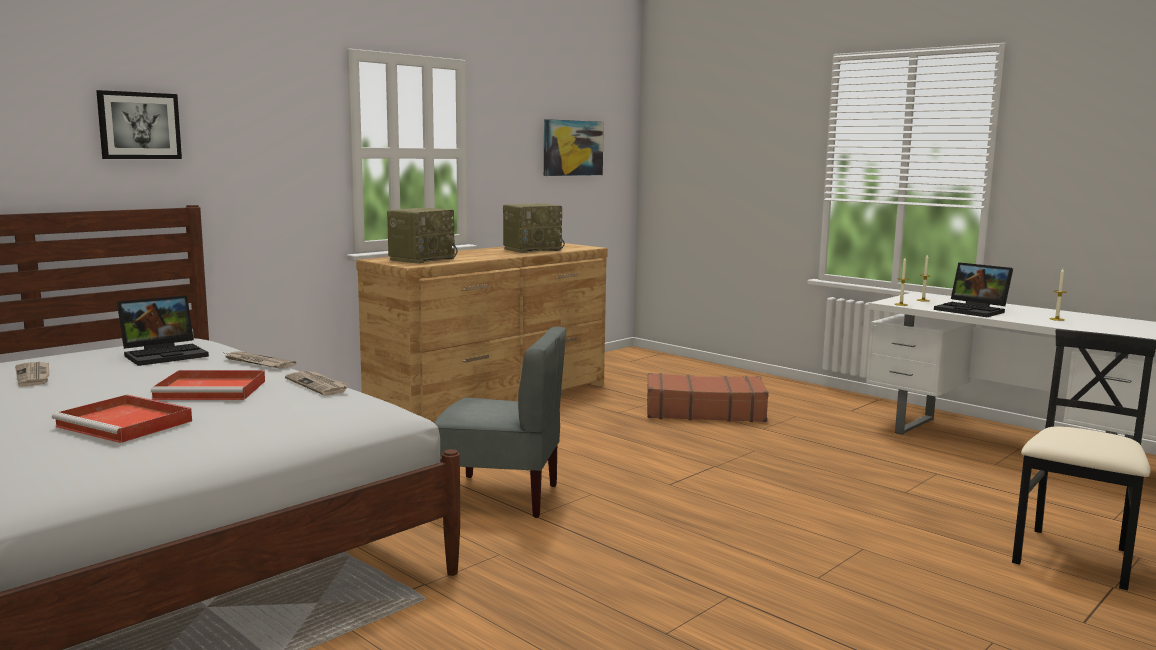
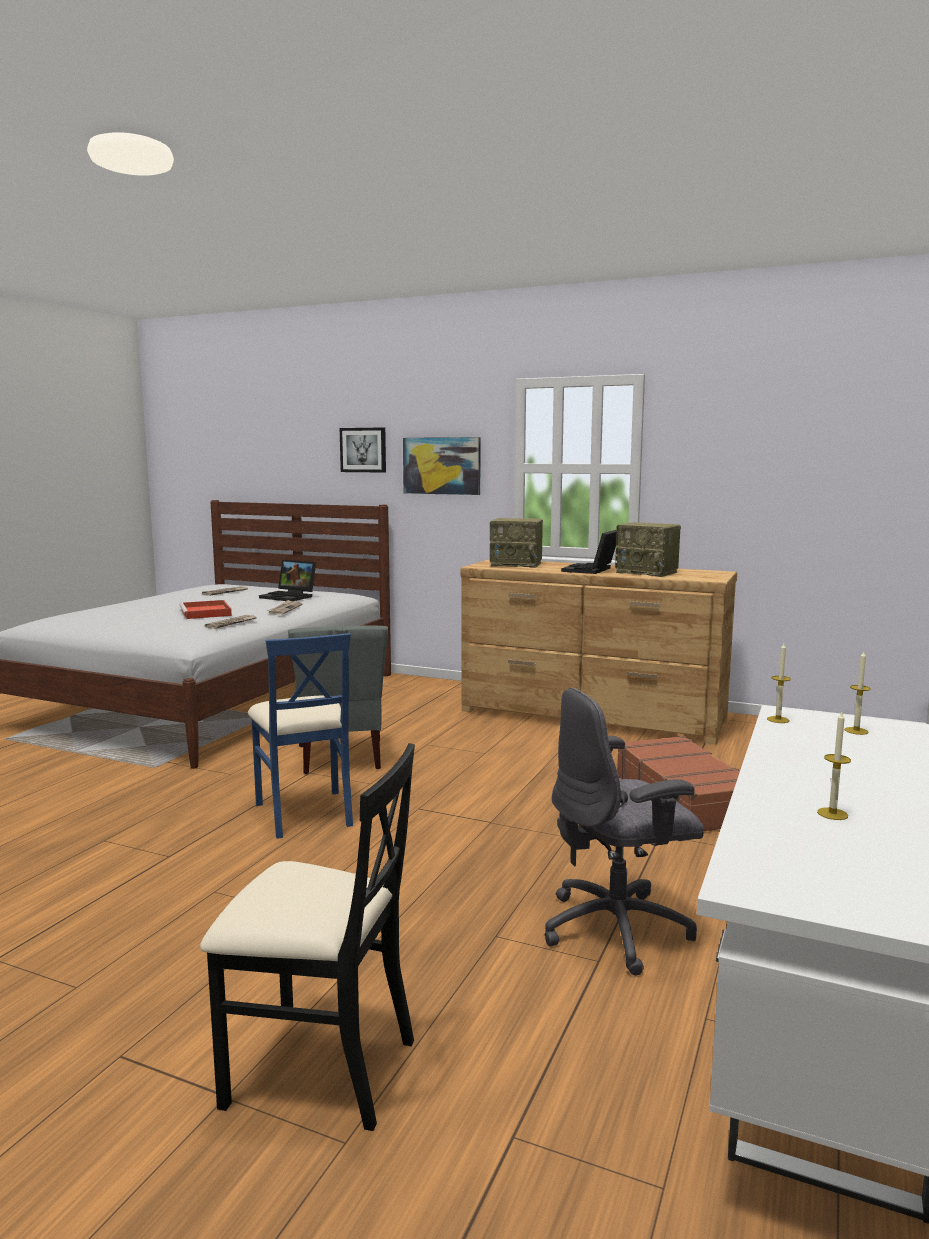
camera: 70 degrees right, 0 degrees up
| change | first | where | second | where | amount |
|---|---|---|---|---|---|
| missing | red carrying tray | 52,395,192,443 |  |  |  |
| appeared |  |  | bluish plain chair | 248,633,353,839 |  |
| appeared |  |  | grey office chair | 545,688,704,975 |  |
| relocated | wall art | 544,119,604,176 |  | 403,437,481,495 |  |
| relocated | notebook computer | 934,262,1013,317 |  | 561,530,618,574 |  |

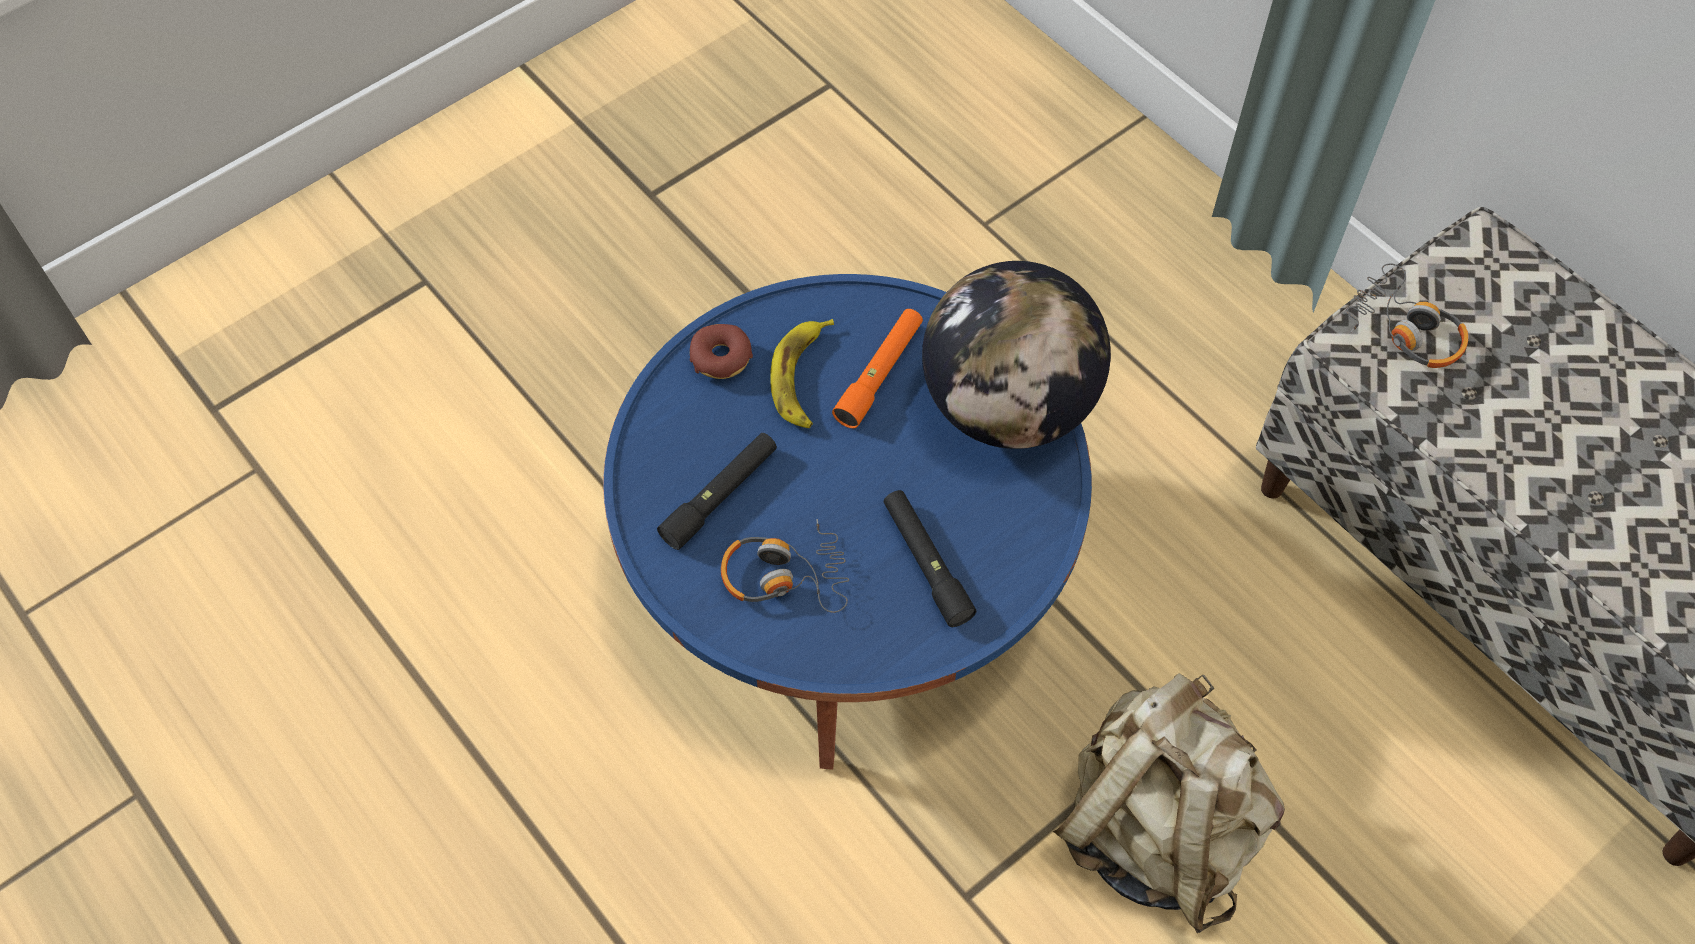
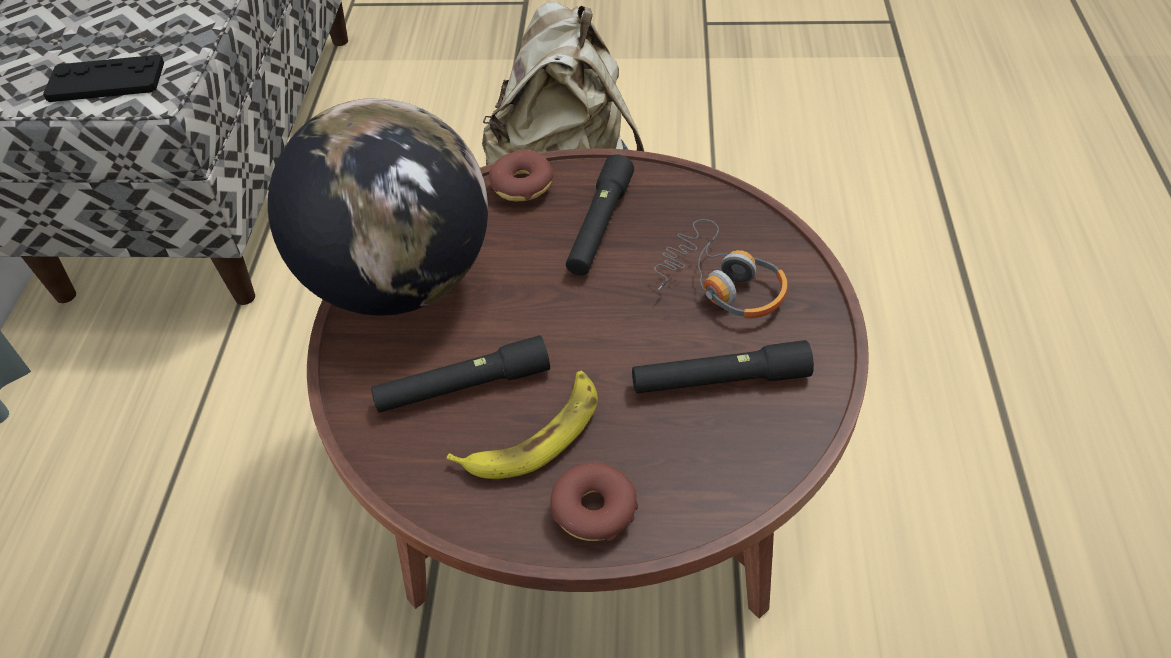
camera: 135 degrees left, 10 degrees down
| change | first | where | second | where | amount |
|---|---|---|---|---|---|
| appeared |  |  | donut | 489,150,554,201 |  |
| exchanged | pair of headphones | 1346,264,1468,368 | black-coloured joypad | 43,55,164,102 |  |
| colour | bluish coffee table | 603,274,1092,770 | brown coffee table | 307,148,869,619 |  |
| colour | orangey torch | 832,309,923,428 | black-coloured torch | 371,335,550,413 |  |

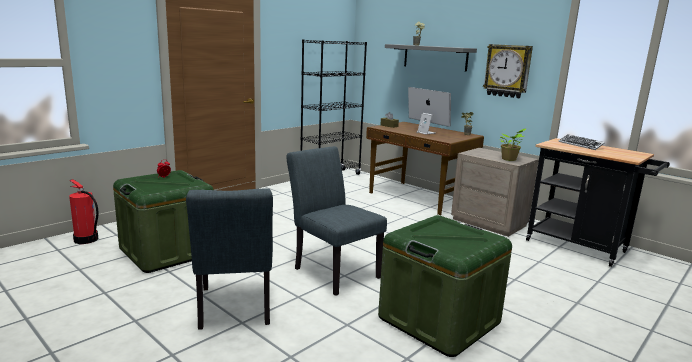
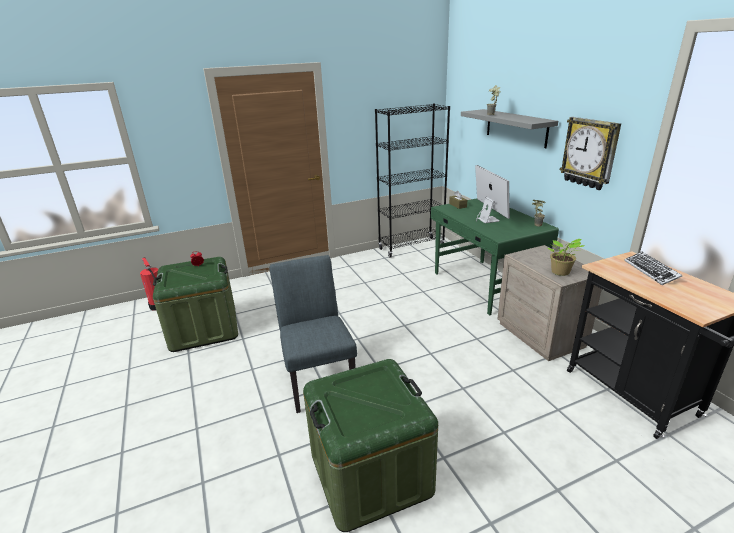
camera: 25 degrees right, 10 degrees up
| change | first | where | second | where | amount |
|---|---|---|---|---|---|
| missing | grey plain chair | 186,189,273,329 |  |  |  |
| colour | brown desk table | 366,122,484,215 | green-coloured desk table | 431,198,559,315 |  |

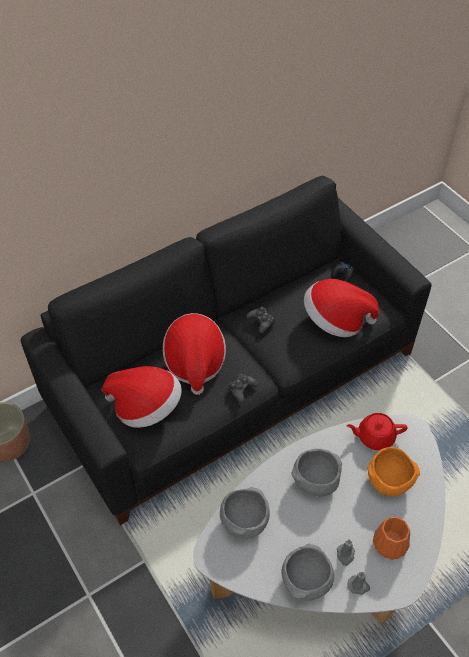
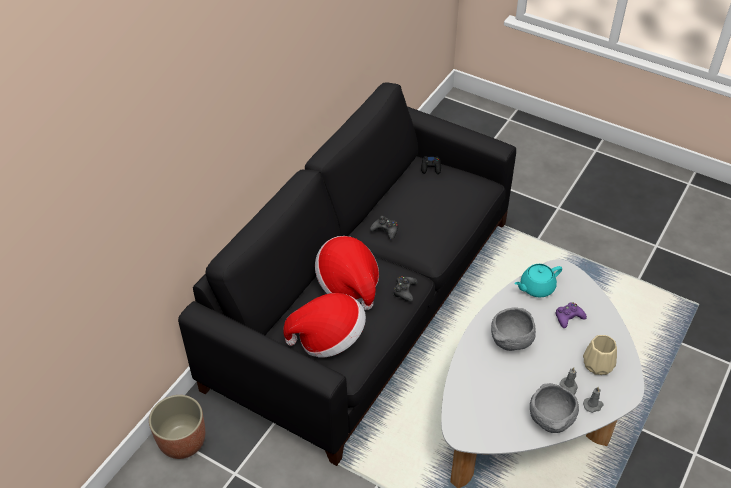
camera: 25 degrees left, 5 degrees down
| change | first | where | second | where | amount |
|---|---|---|---|---|---|
| missing | grey bowl | 220,487,270,539 |  |  |  |
| missing | hat | 304,279,379,337 |  |  |  |
| exchanged | orangey bowl | 368,447,420,496 | purple-coloured joypad | 556,302,587,328 |  |
| colour | red pot for tea | 346,413,408,450 | blue-green pot for tea | 514,264,562,298 |  |
| colour | orangey flower vase | 373,517,410,560 | sand-coloured flower vase | 583,335,617,375 |  |

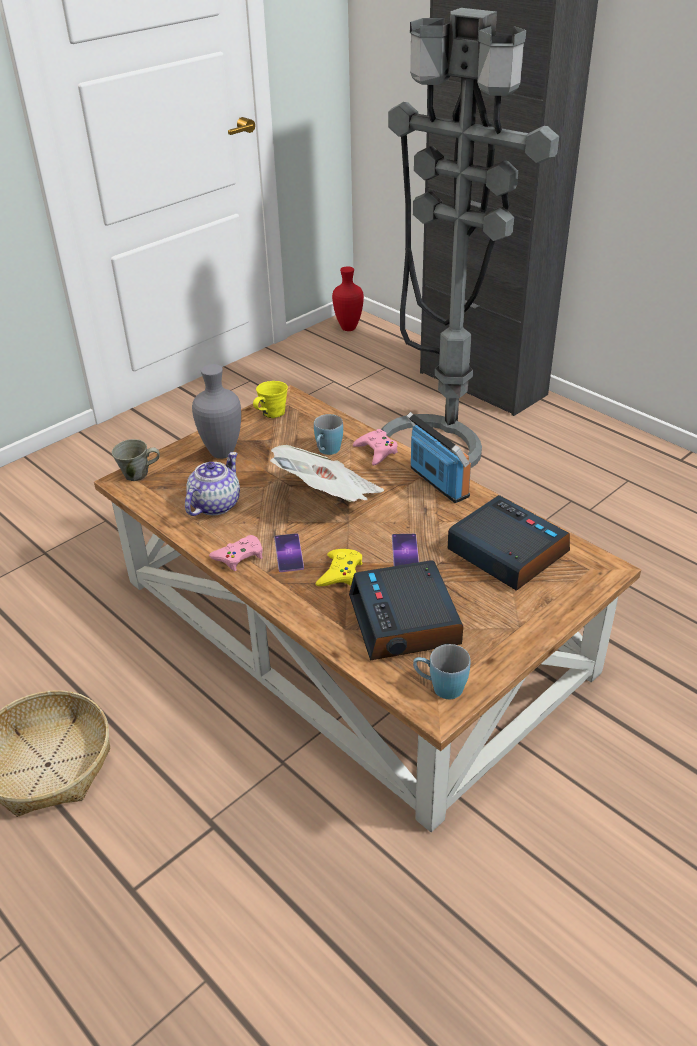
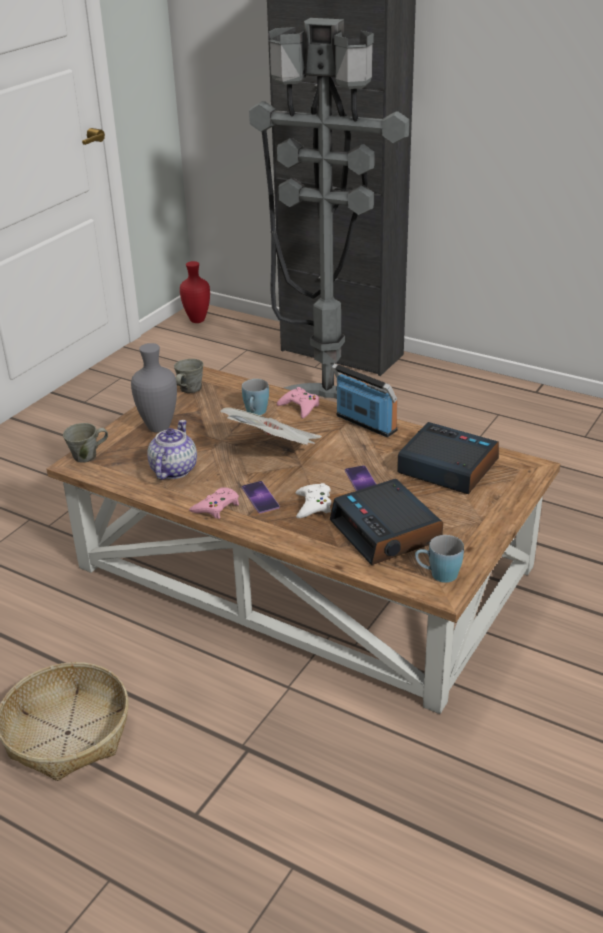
camera: 15 degrees left, 5 degrees down
| change | first | where | second | where | amount |
|---|---|---|---|---|---|
| colour | yellowish coffee mug | 253,381,288,418 | grey coffee mug | 174,359,203,393 |  |
| colour | yellowish joypad | 316,549,362,586 | white-coloured joypad | 296,483,331,518 |  |

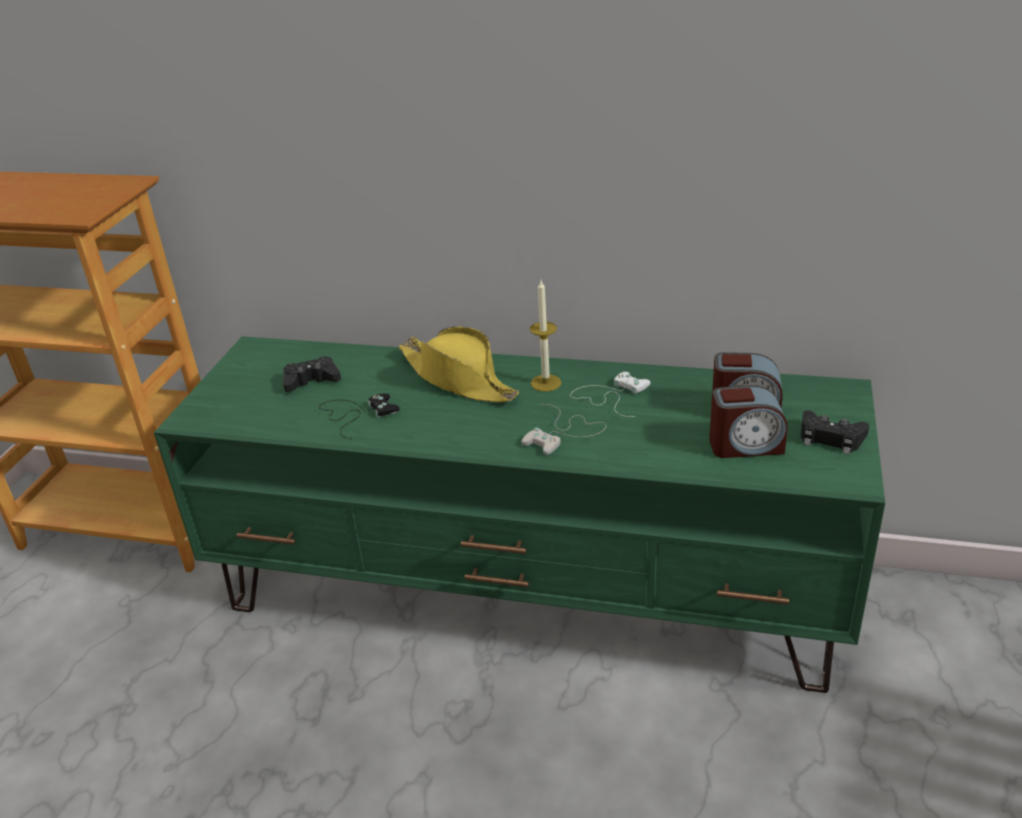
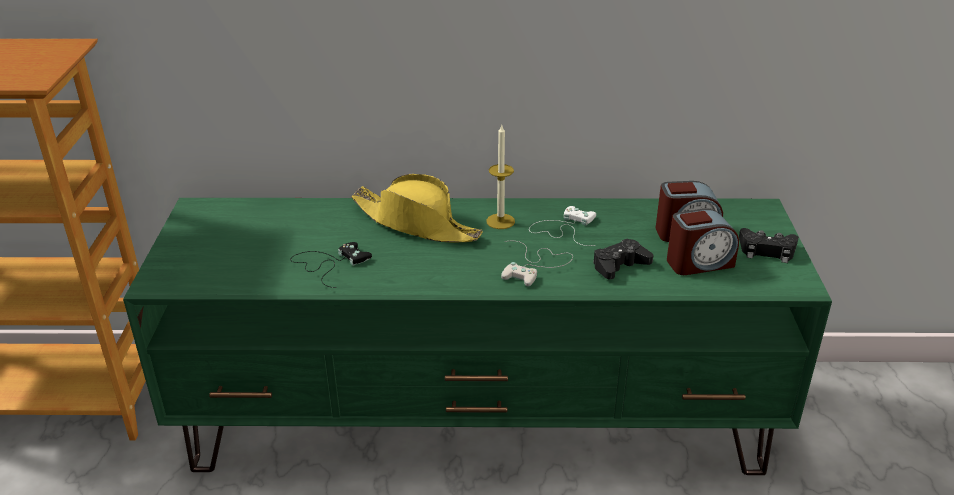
camera: 15 degrees left, 0 degrees up
| change | first | where | second | where | amount |
|---|---|---|---|---|---|
| relocated | black-coloured joypad | 283,356,341,392 |  | 593,239,653,280 |  |

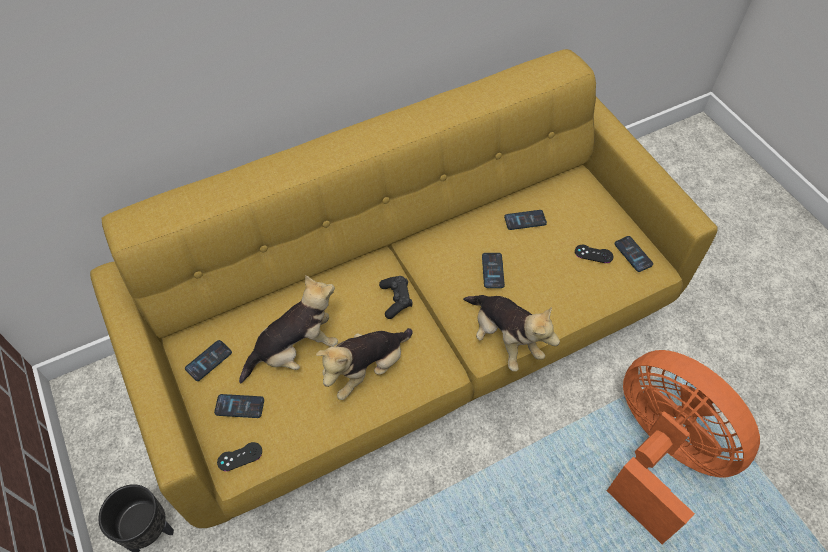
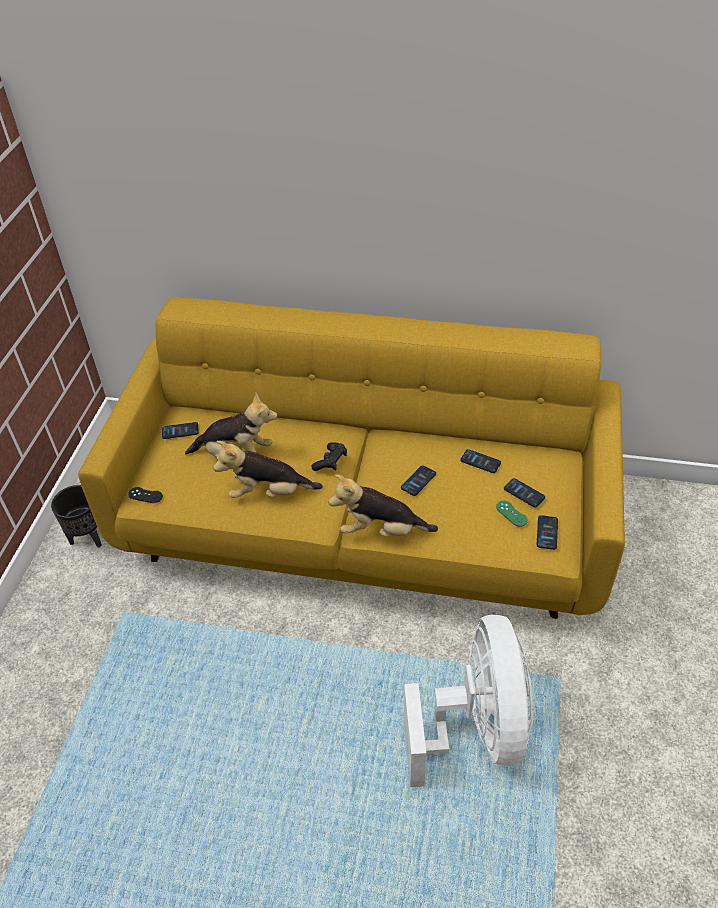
camera: 40 degrees right, 10 degrees down
| change | first | where | second | where | amount |
|---|---|---|---|---|---|
| relocated | telephone | 214,394,264,418 |  | 504,478,545,507 |  |
| colour | black-coloured joypad | 575,245,613,263 | green-coloured joypad | 496,501,528,527 |  |
| colour | orangey electric fan | 607,350,760,544 | white-coloured electric fan | 404,615,533,787 |  |
| spun | soft toy | 463,295,560,371 |  | 329,474,438,536 | 90 degrees clockwise |

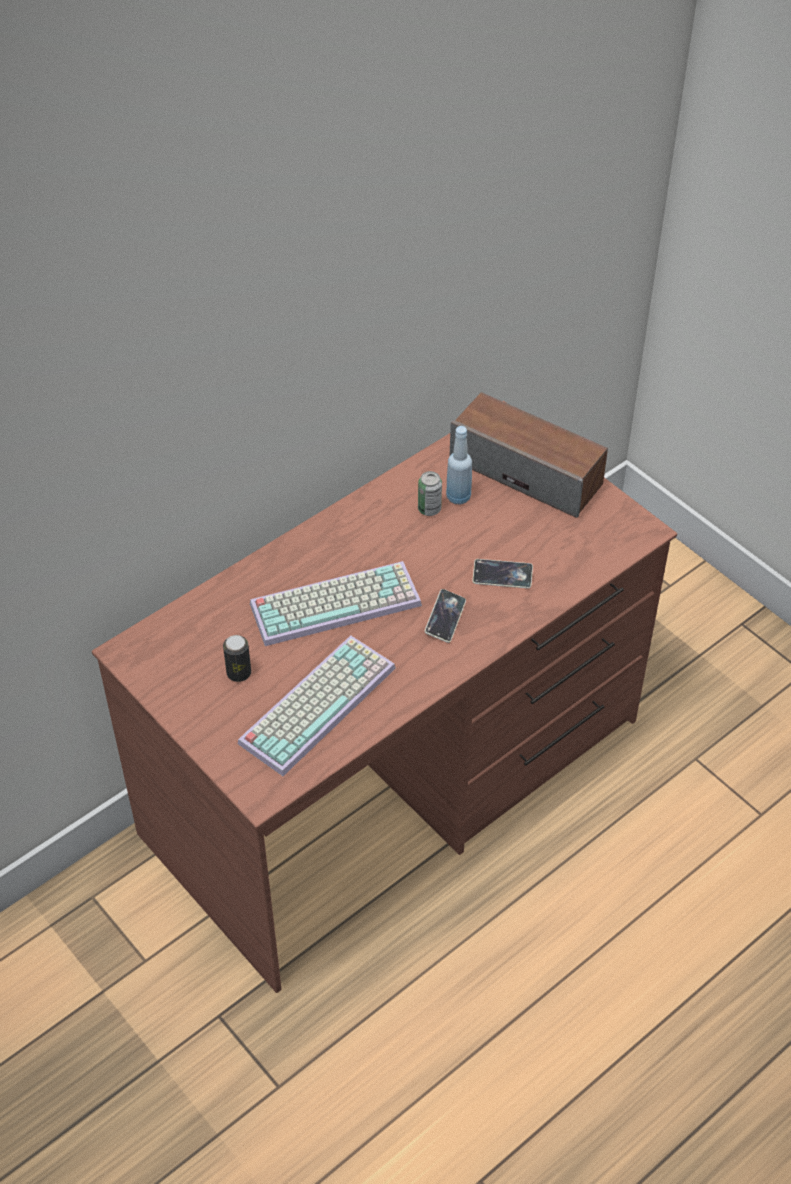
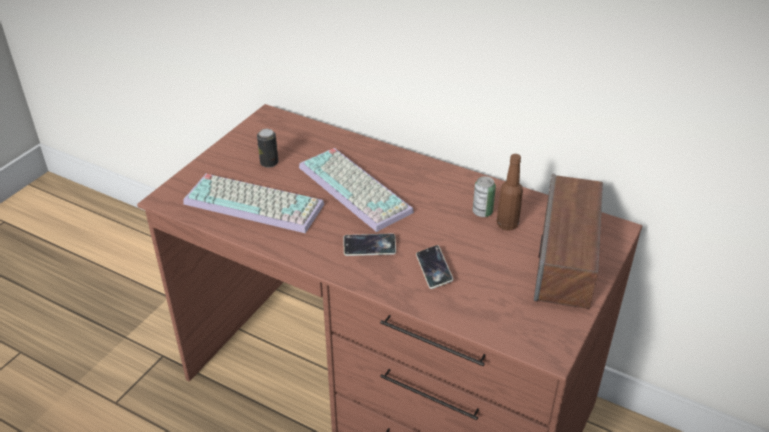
camera: 70 degrees right, 10 degrees down
| change | first | where | second | where | amount |
|---|---|---|---|---|---|
| colour | bluish beverage bottle | 446,426,472,504 | brown beverage bottle | 496,154,523,230 |  |

